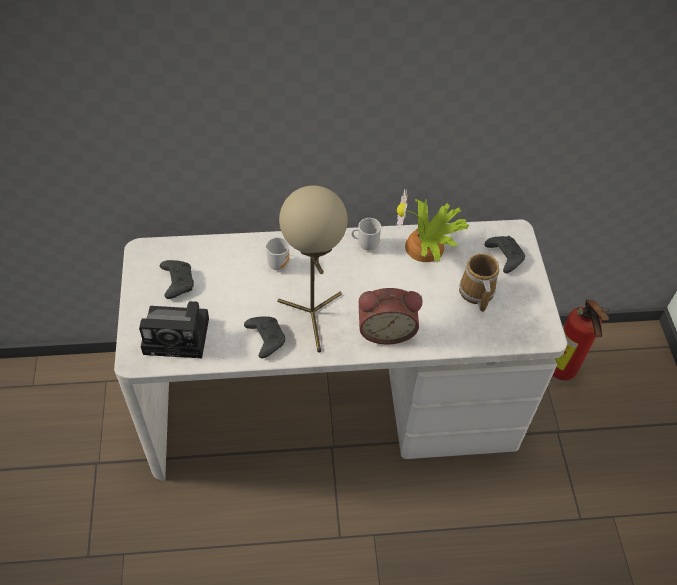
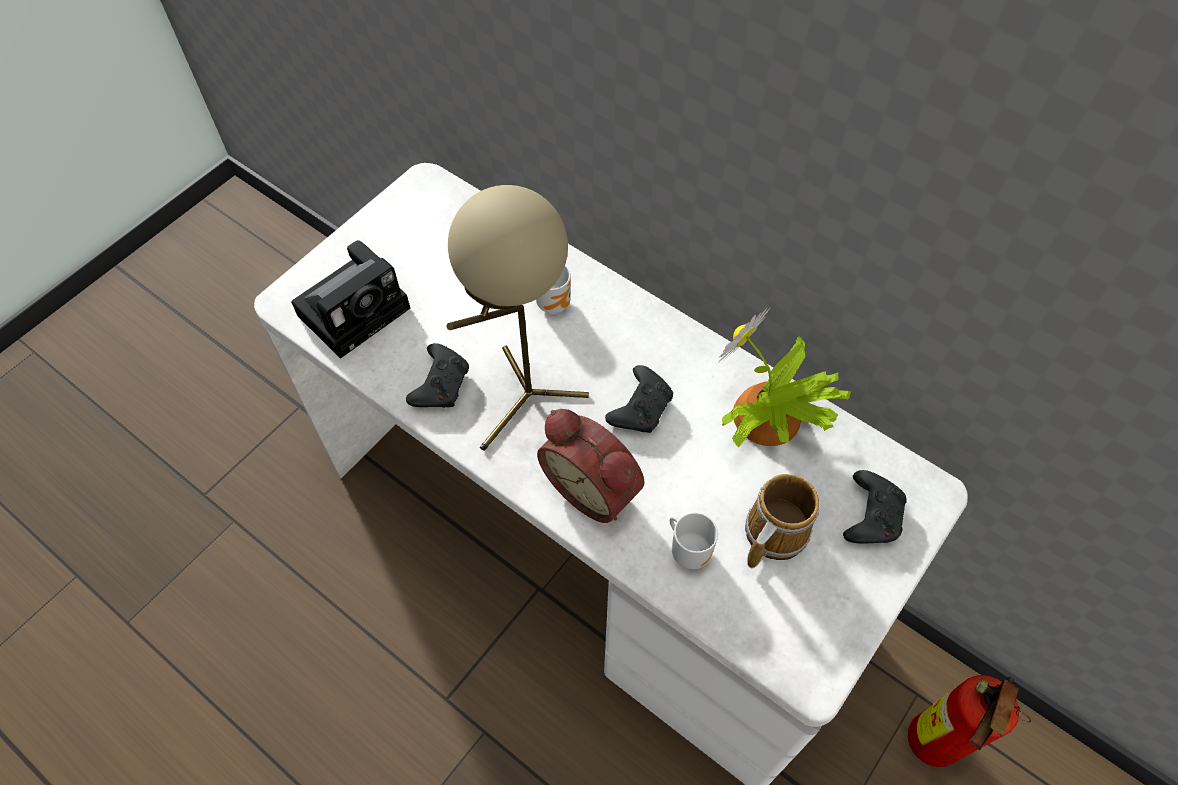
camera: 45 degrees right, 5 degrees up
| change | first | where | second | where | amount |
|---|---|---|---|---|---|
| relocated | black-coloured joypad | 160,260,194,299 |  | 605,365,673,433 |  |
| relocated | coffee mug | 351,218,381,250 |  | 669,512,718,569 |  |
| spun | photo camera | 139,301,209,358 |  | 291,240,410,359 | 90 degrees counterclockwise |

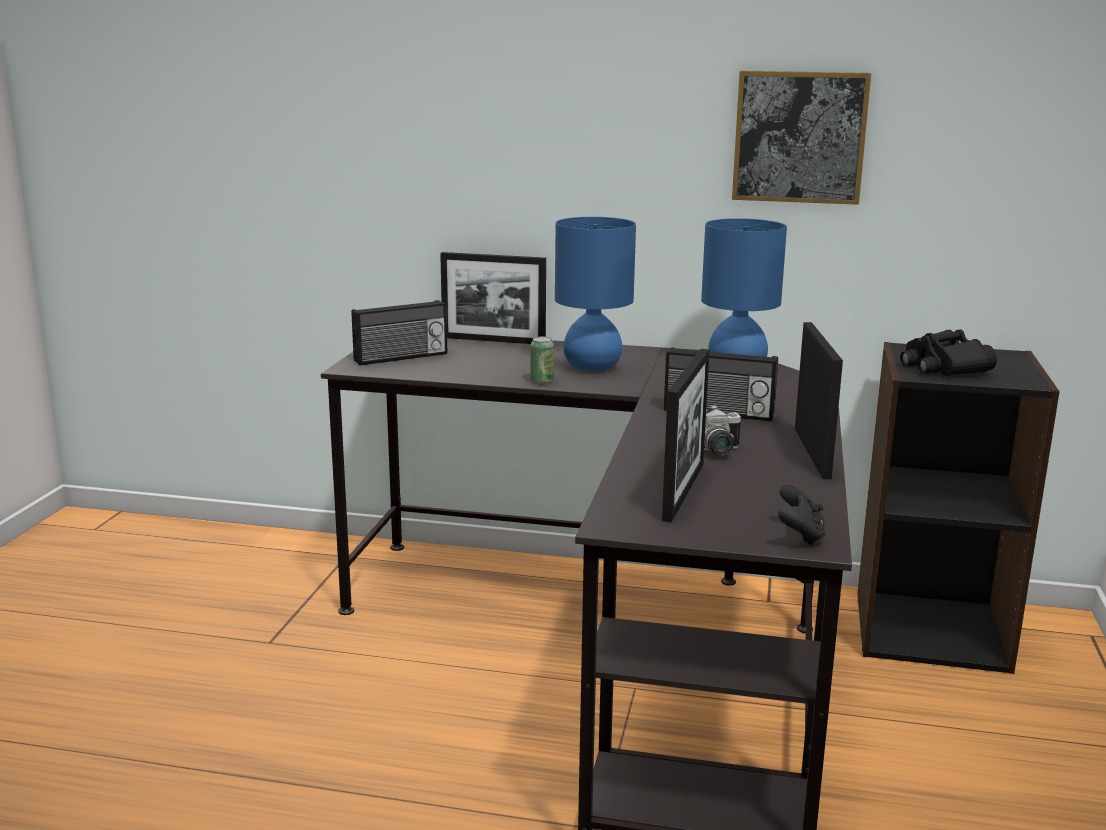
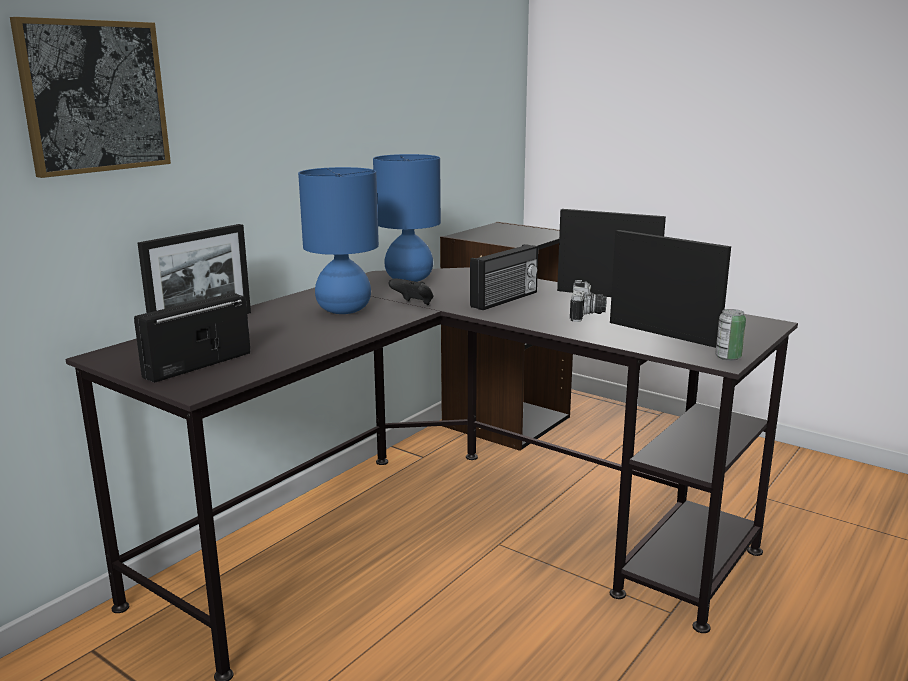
camera: 65 degrees left, 0 degrees up
| change | first | where | second | where | amount |
|---|---|---|---|---|---|
| missing | black-coloured pair of binoculars | 900,329,997,376 |  |  |  |
| relocated | metal can | 530,337,554,384 |  | 715,309,746,361 |  |
| relocated | wall art | 732,71,871,205 |  | 10,17,171,178 |  |
| relocated | black-coloured joypad | 778,485,825,545 |  | 389,278,433,305 |  |
| spun | radio | 352,300,447,366 |  | 134,293,251,383 | 135 degrees counterclockwise |

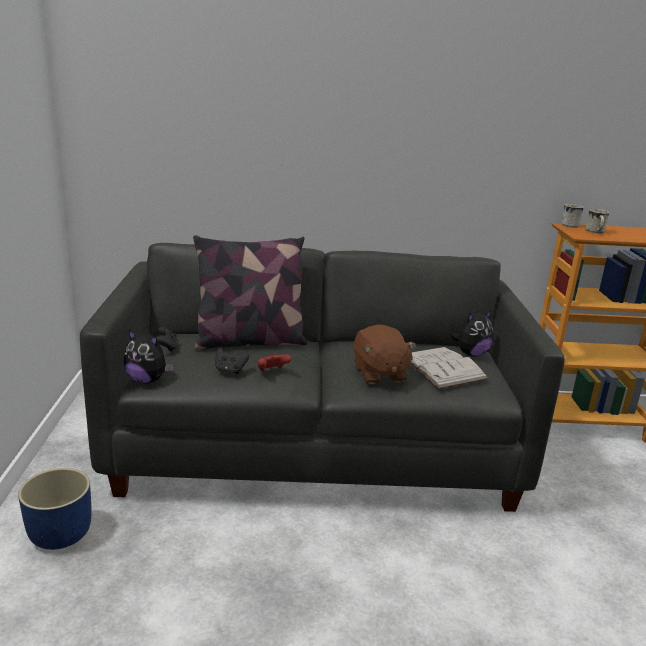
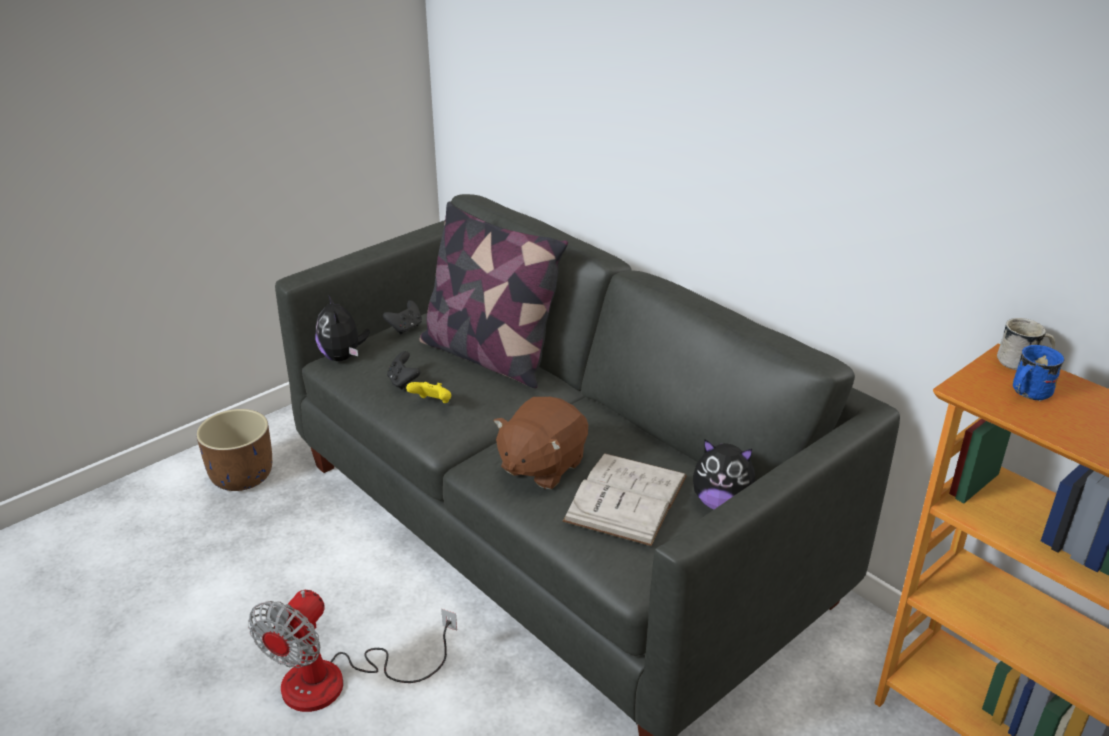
camera: 50 degrees right, 10 degrees up
| change | first | where | second | where | amount |
|---|---|---|---|---|---|
| appeared |  |  | electric fan | 248,590,457,712 |  |
| colour | bluish flower pot | 18,468,91,550 | brown flower pot | 196,409,272,491 |  |
| colour | red joypad | 257,353,292,371 | yellowish joypad | 406,382,451,403 |  |
| colour | white-coloured coffee mug | 585,209,610,233 | bluish coffee mug | 1013,345,1065,402 |  |

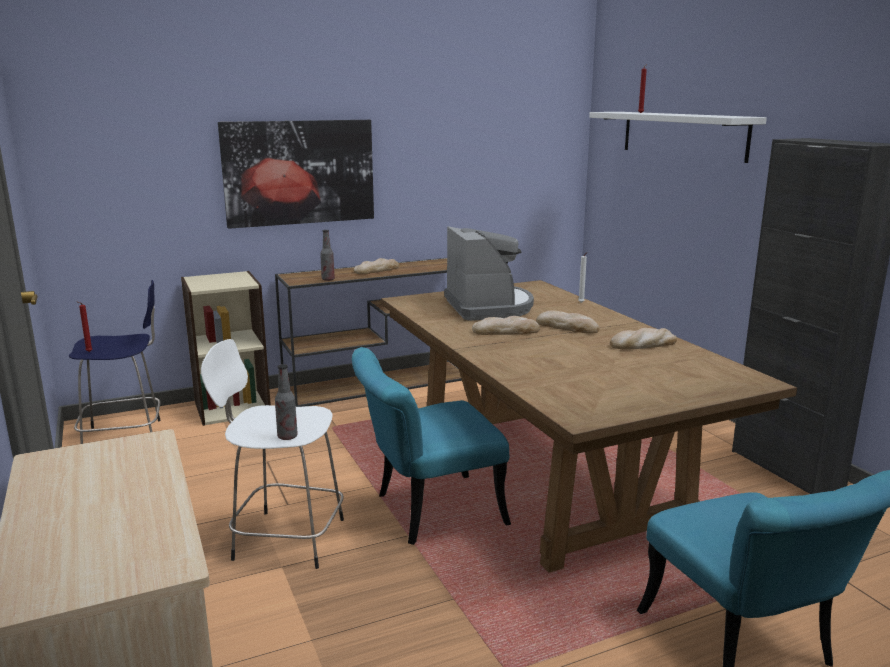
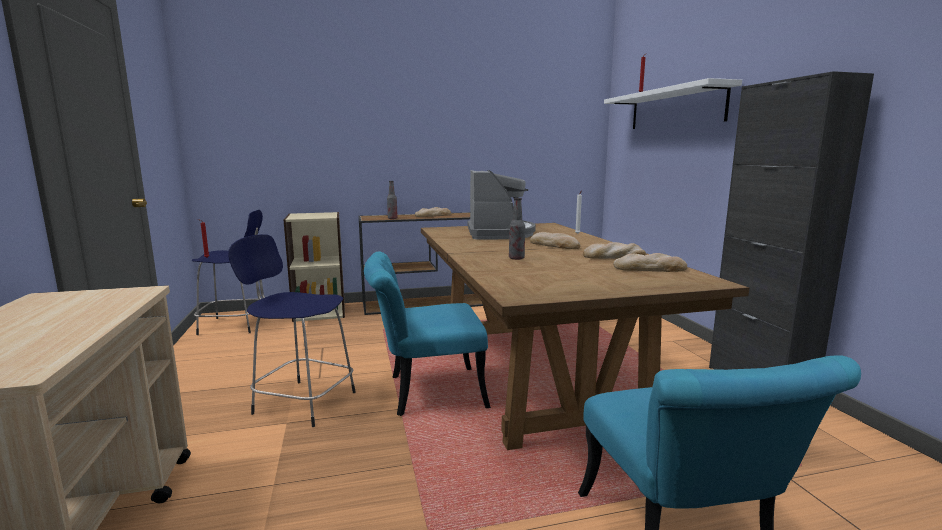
camera: 10 degrees right, 5 degrees down
| change | first | where | second | where | amount |
|---|---|---|---|---|---|
| missing | wall art | 218,120,374,229 |  |  |  |
| relocated | beverage bottle | 275,364,298,440 |  | 509,198,525,260 |  |
| relocated | bread | 472,316,540,335 |  | 613,253,687,272 |  |
| colour | white-coloured stool | 201,339,344,569 | bluish stool | 228,234,356,427 |  |

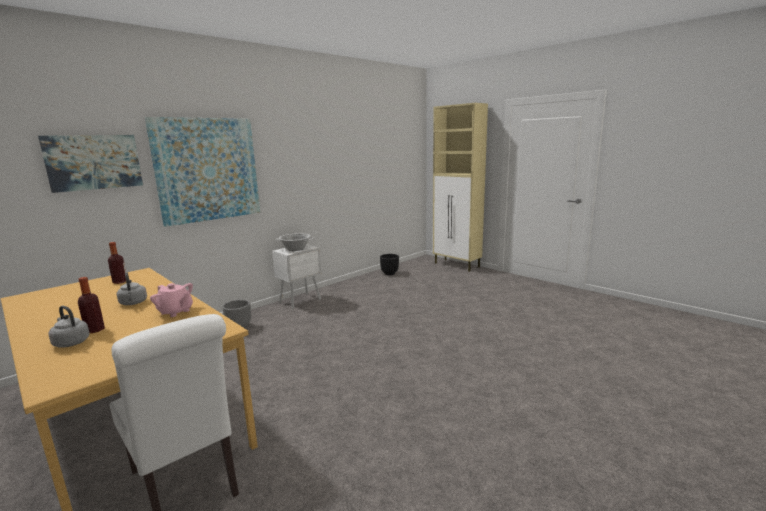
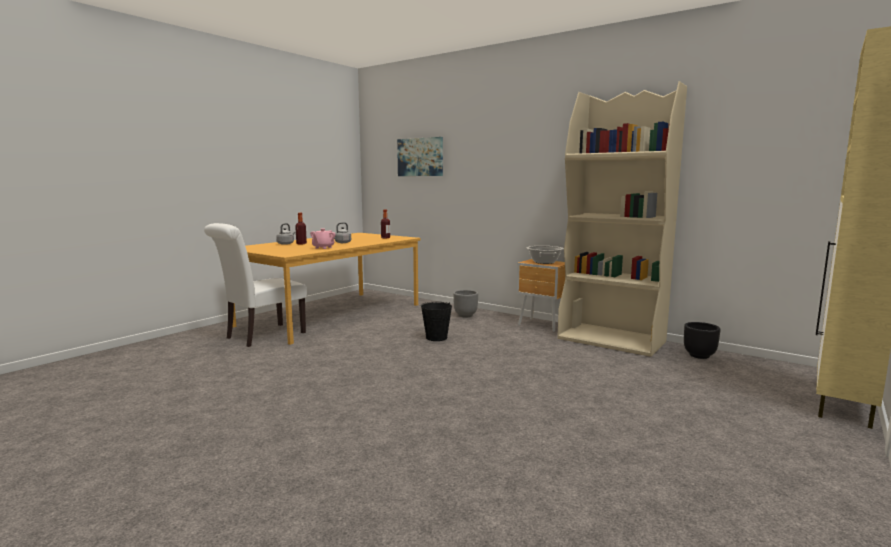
camera: 80 degrees right, 5 degrees down
| change | first | where | second | where | amount |
|---|---|---|---|---|---|
| missing | wall art | 145,117,260,227 |  |  |  |
| appeared |  |  | black-coloured bucket | 421,302,452,341 |  |
| appeared |  |  | sand-coloured bookshelf | 557,81,687,357 |  |
| colour | white-coloured nightstand | 272,245,321,309 | brown nightstand | 516,259,565,332 |  |

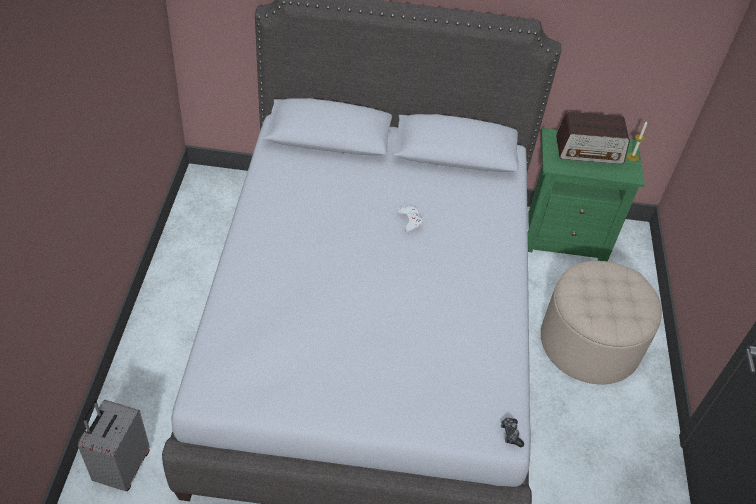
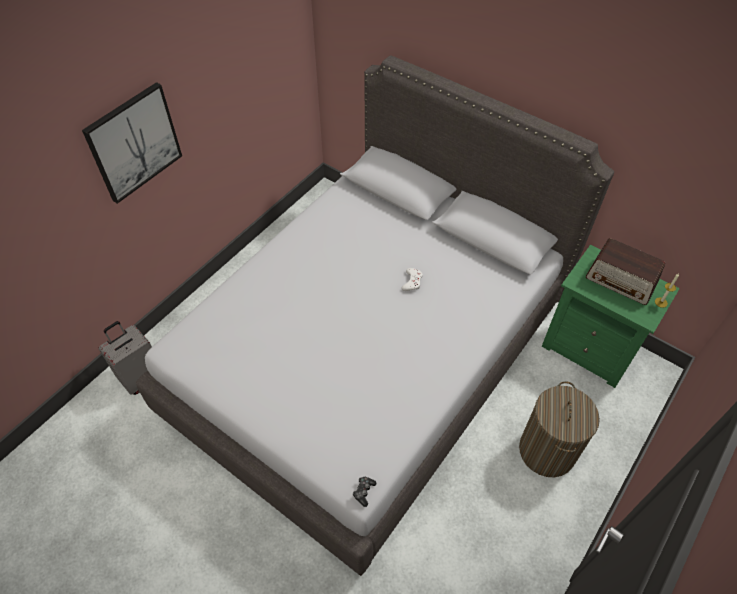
camera: 35 degrees right, 5 degrees up
| change | first | where | second | where | amount |
|---|---|---|---|---|---|
| appeared |  |  | wall art | 82,82,182,204 |  |
| exchanged | sand-coloured ottoman | 541,261,662,385 | washing basket | 519,381,600,477 |  |

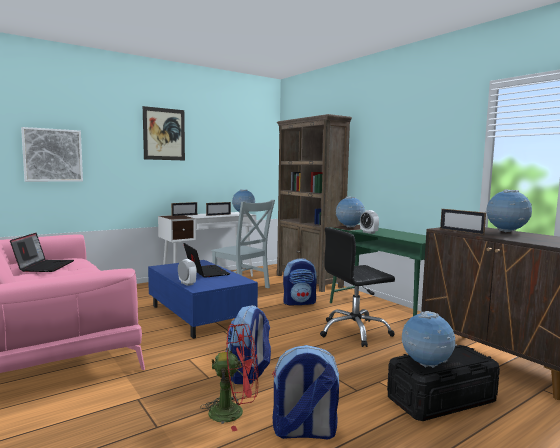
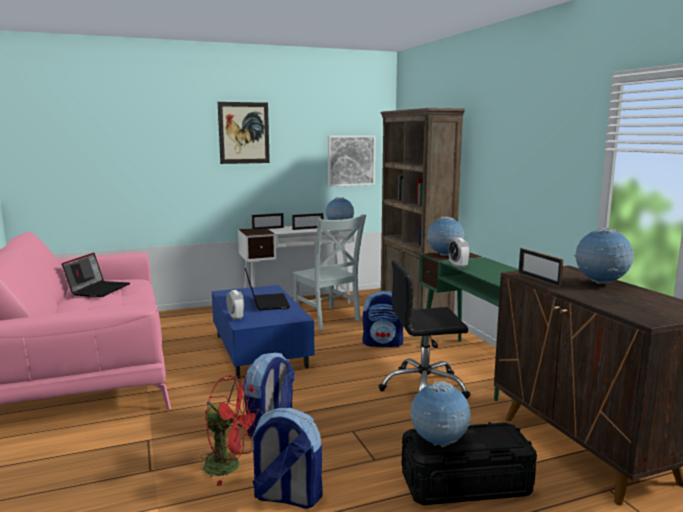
camera: 15 degrees right, 5 degrees up
| change | first | where | second | where | amount |
|---|---|---|---|---|---|
| relocated | wall art | 21,127,83,182 |  | 328,136,375,187 |  |

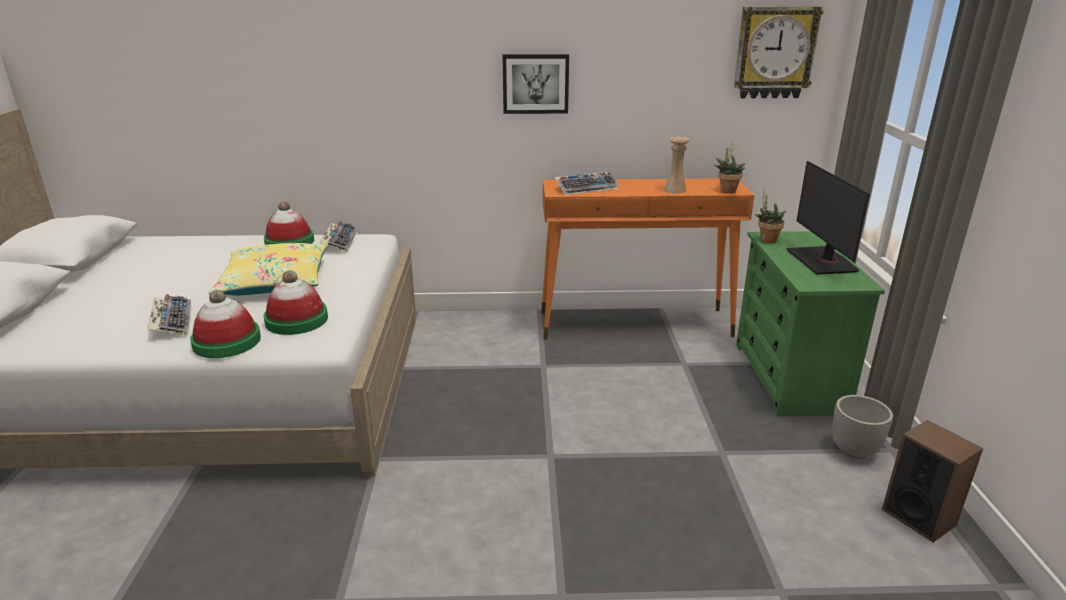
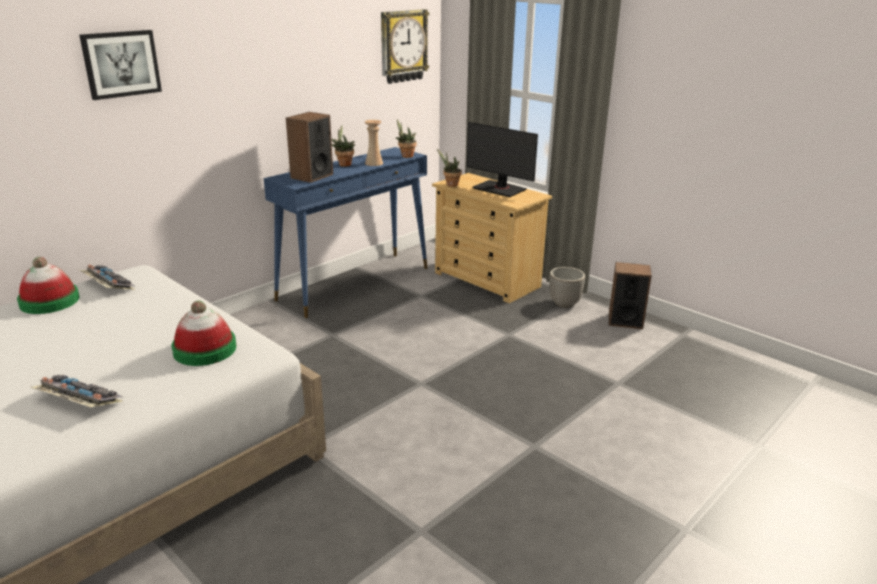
camera: 45 degrees left, 0 degrees up
| change | first | where | second | where | amount |
|---|---|---|---|---|---|
| missing | hat | 190,290,261,358 |  |  |  |
| missing | yellowish throw pillow | 209,243,327,296 |  |  |  |
| appeared |  |  | houseplant | 331,125,355,167 |  |
| relocated | wall art | 503,54,569,114 |  | 79,30,162,100 |  |
| exchanged | PC keyboard | 555,172,619,195 | loudspeaker | 286,112,333,183 |  |
| colour | orangey console table | 541,178,754,340 | bluish console table | 264,147,427,318 |  |
| colour | green-coloured chest of drawers | 736,231,885,417 | sand-coloured chest of drawers | 432,173,552,303 |  |

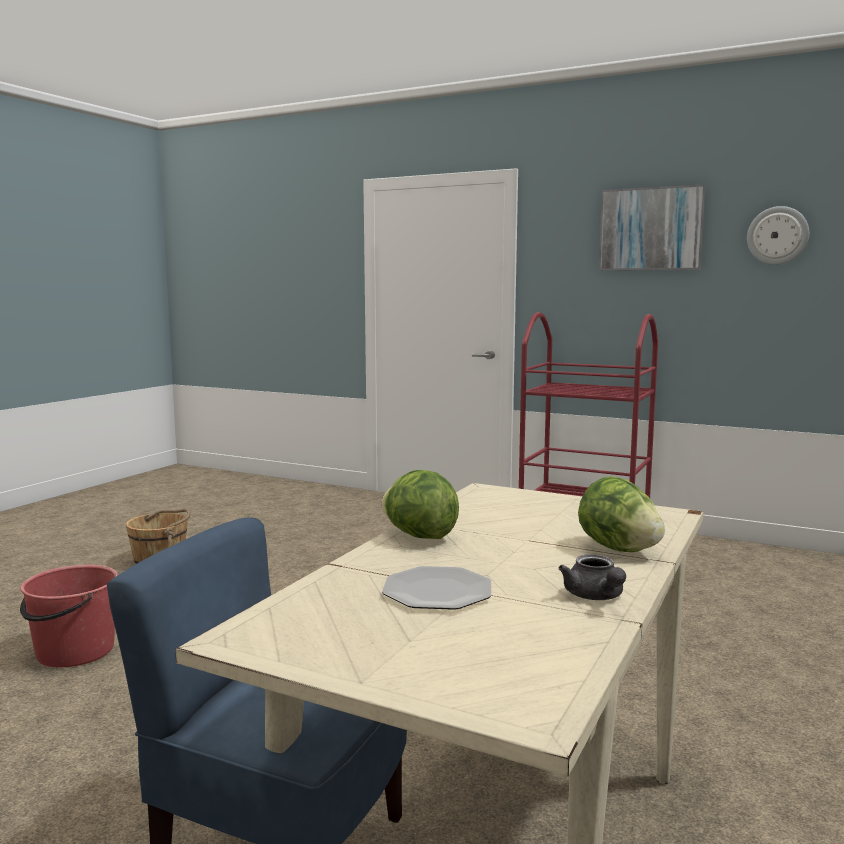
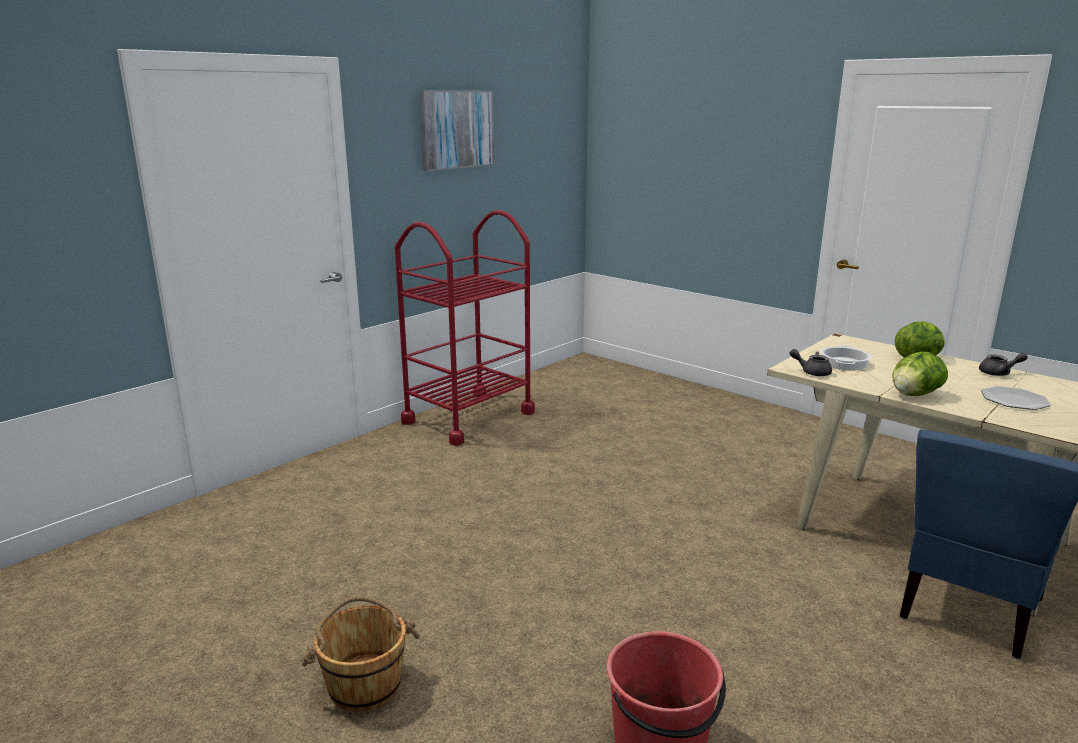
camera: 75 degrees left, 10 degrees up
| change | first | where | second | where | amount |
|---|---|---|---|---|---|
| missing | hanging clock | 747,206,809,265 |  |  |  |
| appeared |  |  | grey pot for tea | 789,349,832,376 |  |
| appeared |  |  | cooking pot | 820,345,871,370 |  |

